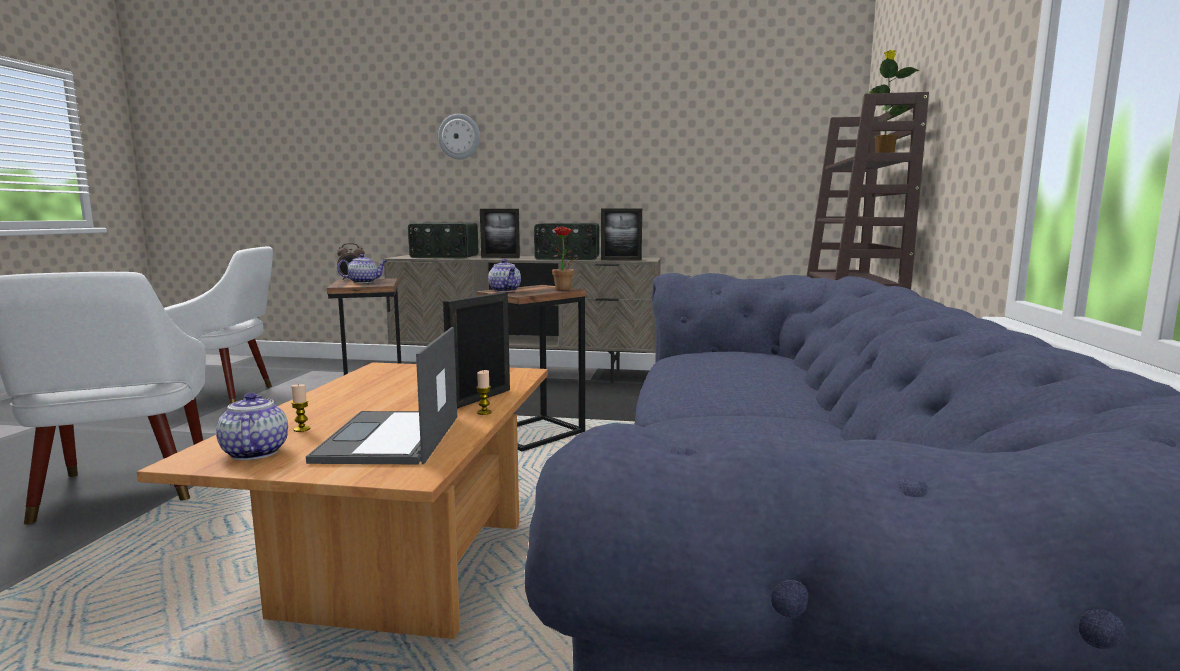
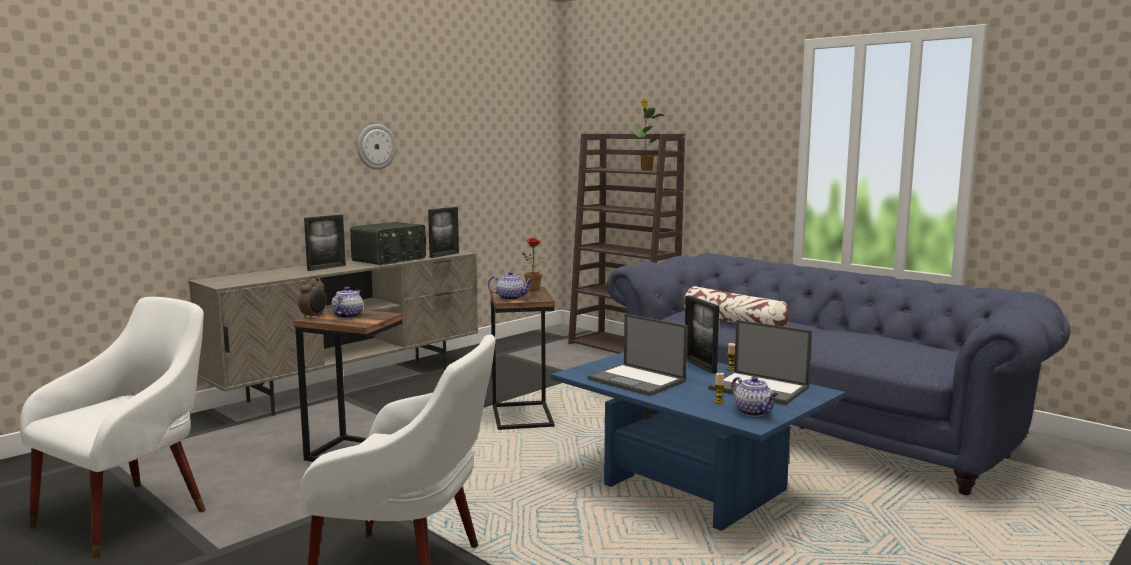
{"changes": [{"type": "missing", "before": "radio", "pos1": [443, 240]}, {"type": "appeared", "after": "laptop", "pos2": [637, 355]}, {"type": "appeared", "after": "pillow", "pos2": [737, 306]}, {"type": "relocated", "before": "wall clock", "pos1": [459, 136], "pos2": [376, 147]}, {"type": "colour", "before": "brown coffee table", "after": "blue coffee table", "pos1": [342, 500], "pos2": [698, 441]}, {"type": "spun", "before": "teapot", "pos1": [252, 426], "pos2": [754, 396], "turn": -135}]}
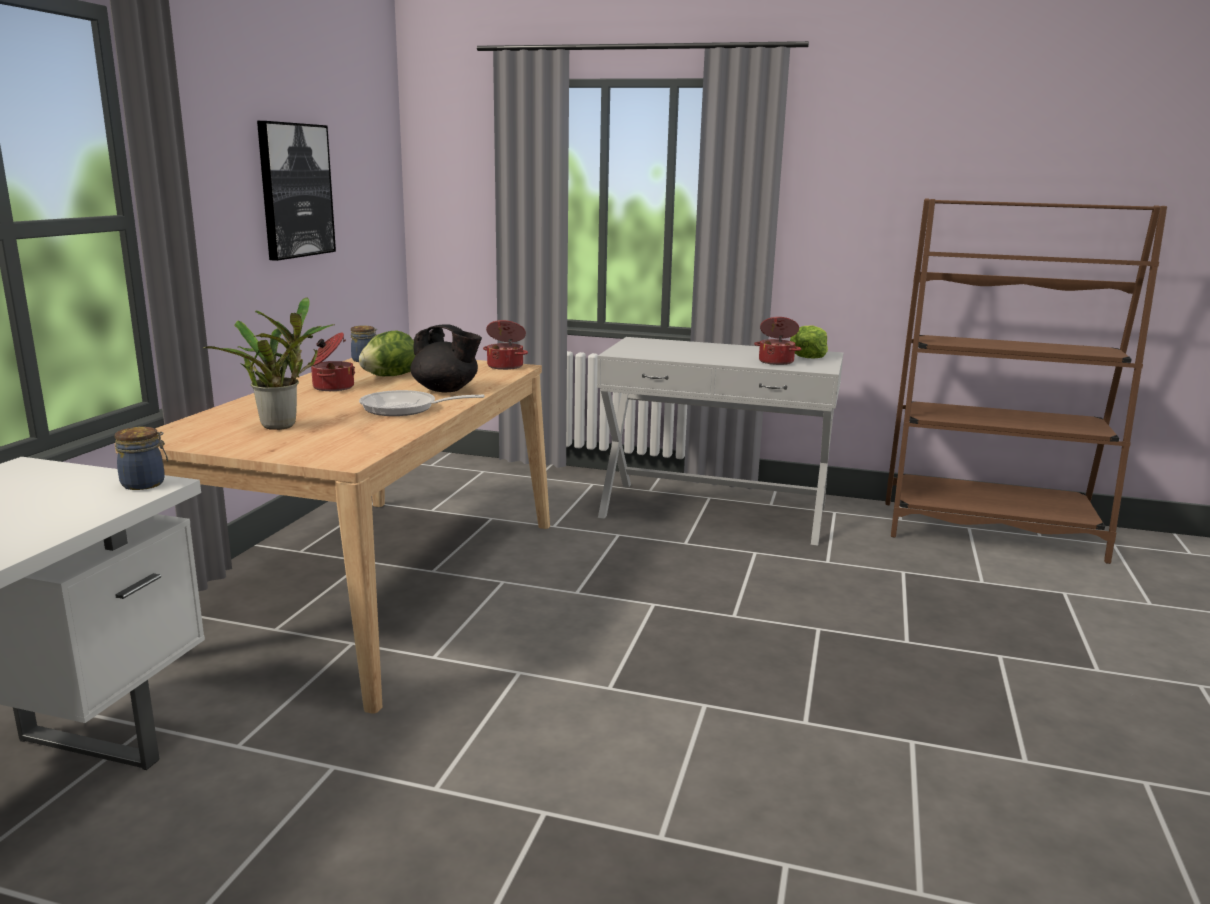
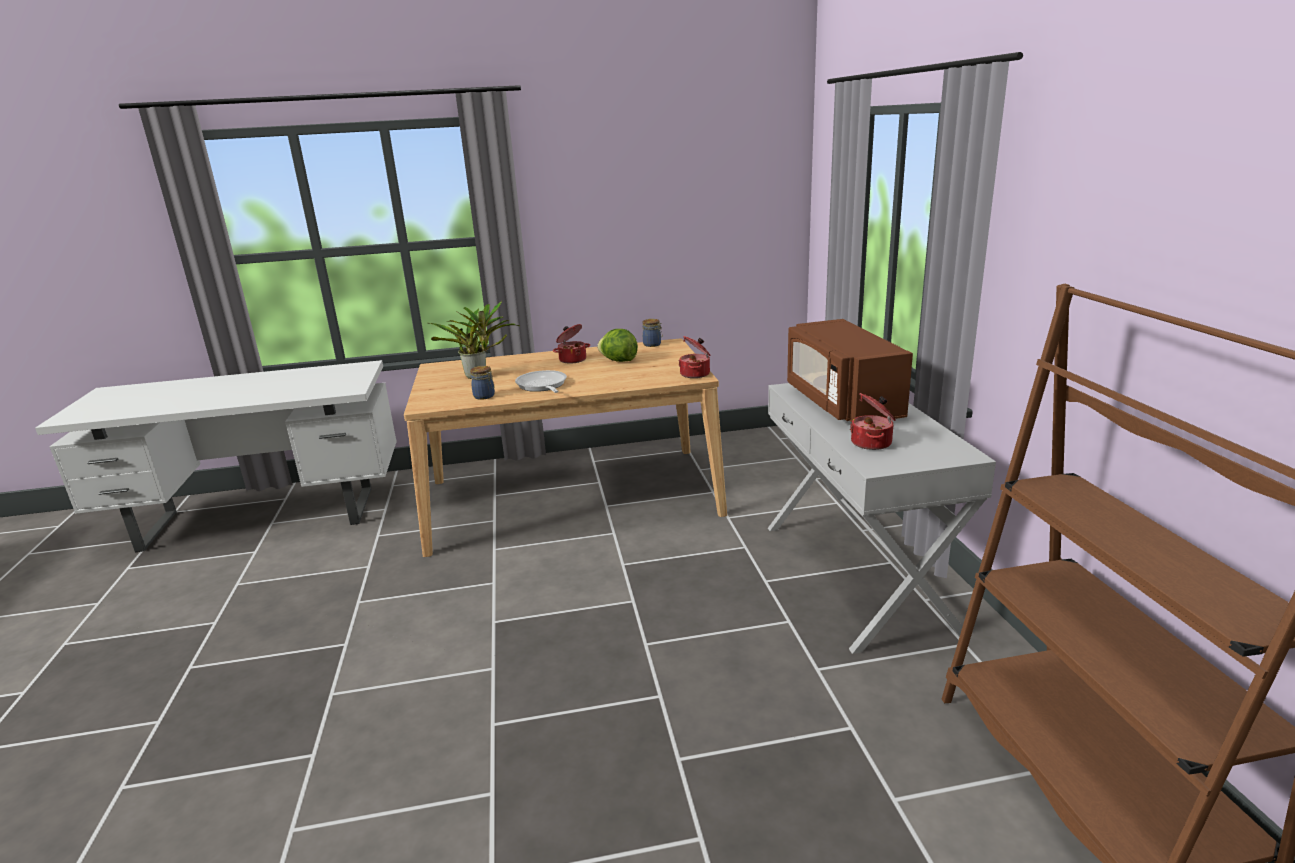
{"changes": [{"type": "missing", "before": "picture", "pos1": [296, 191]}, {"type": "missing", "before": "black teapot", "pos1": [446, 358]}, {"type": "missing", "before": "lettuce", "pos1": [809, 341]}, {"type": "appeared", "after": "brown microwave", "pos2": [850, 370]}, {"type": "relocated", "before": "jar", "pos1": [141, 458], "pos2": [482, 383]}]}
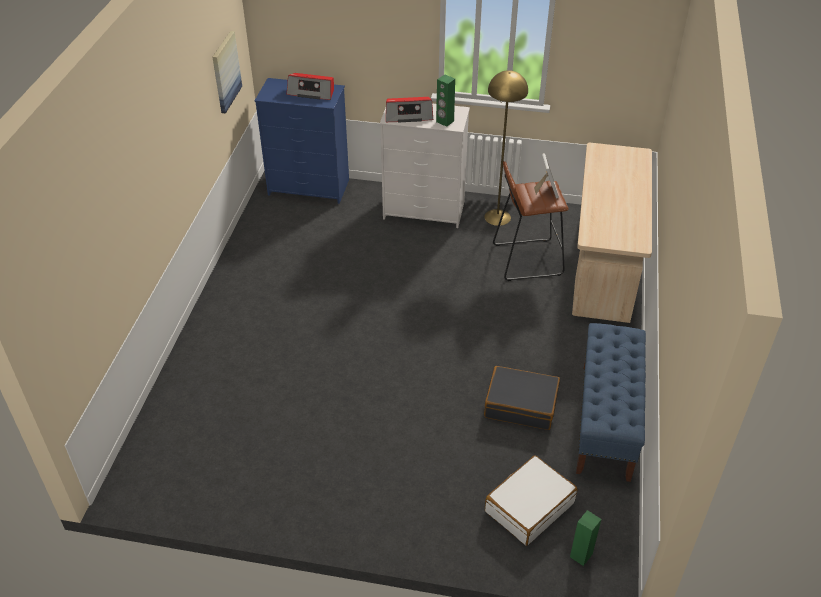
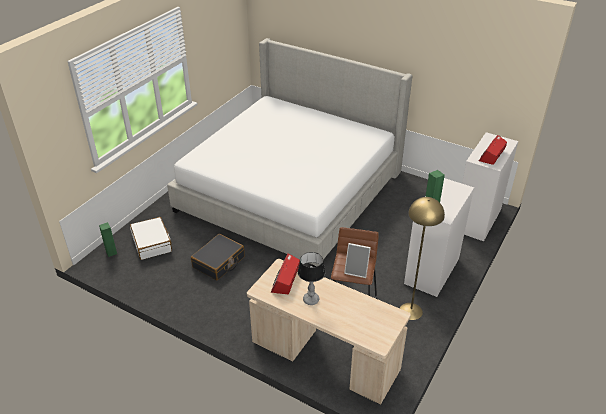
{"changes": [{"type": "missing", "before": "picture", "pos1": [227, 72]}, {"type": "missing", "before": "blue bench", "pos1": [611, 402]}, {"type": "appeared", "after": "bed", "pos2": [290, 152]}, {"type": "appeared", "after": "table lamp", "pos2": [311, 278]}, {"type": "relocated", "before": "radio", "pos1": [409, 110], "pos2": [285, 273]}, {"type": "colour", "before": "blue dresser", "after": "white dresser", "pos1": [301, 141], "pos2": [490, 186]}]}
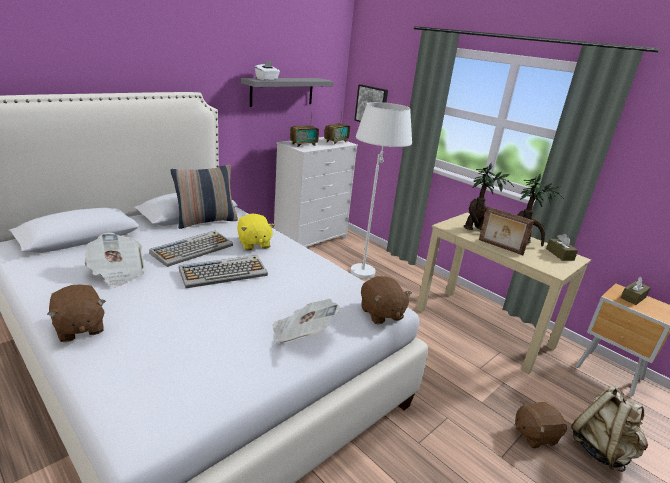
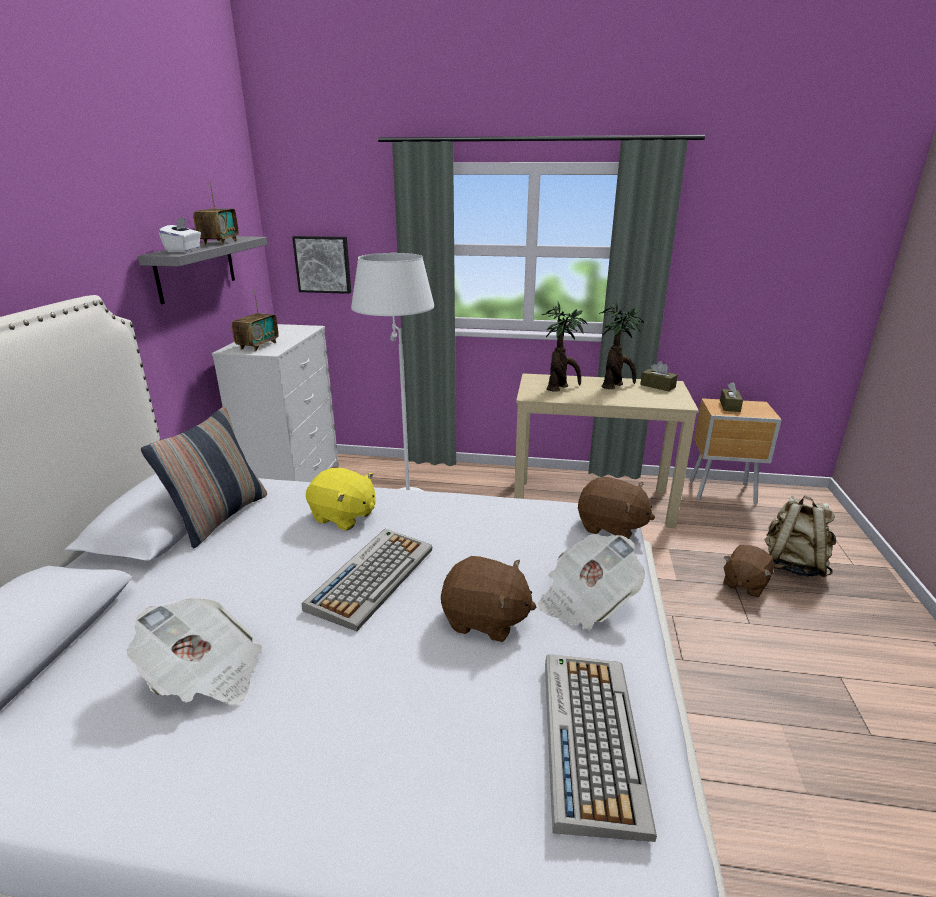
{"changes": [{"type": "missing", "before": "picture frame", "pos1": [506, 230]}, {"type": "relocated", "before": "brown plush toy", "pos1": [76, 313], "pos2": [488, 599]}, {"type": "relocated", "before": "keyboard", "pos1": [191, 249], "pos2": [601, 748]}, {"type": "relocated", "before": "radio", "pos1": [337, 128], "pos2": [216, 213]}]}
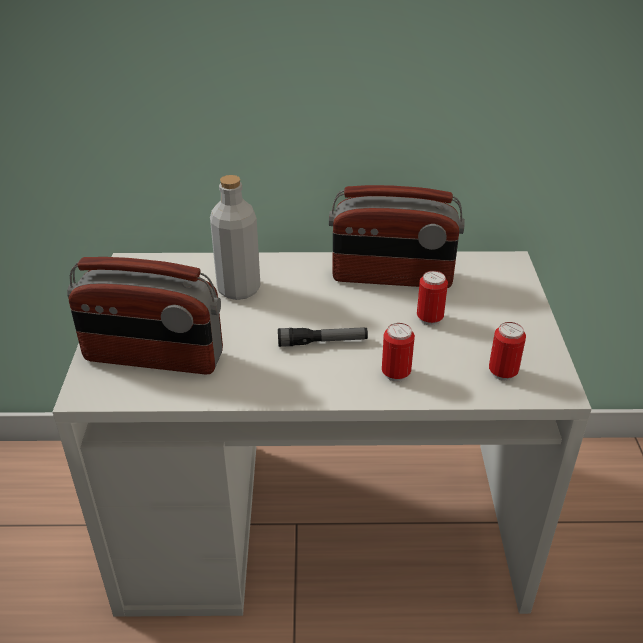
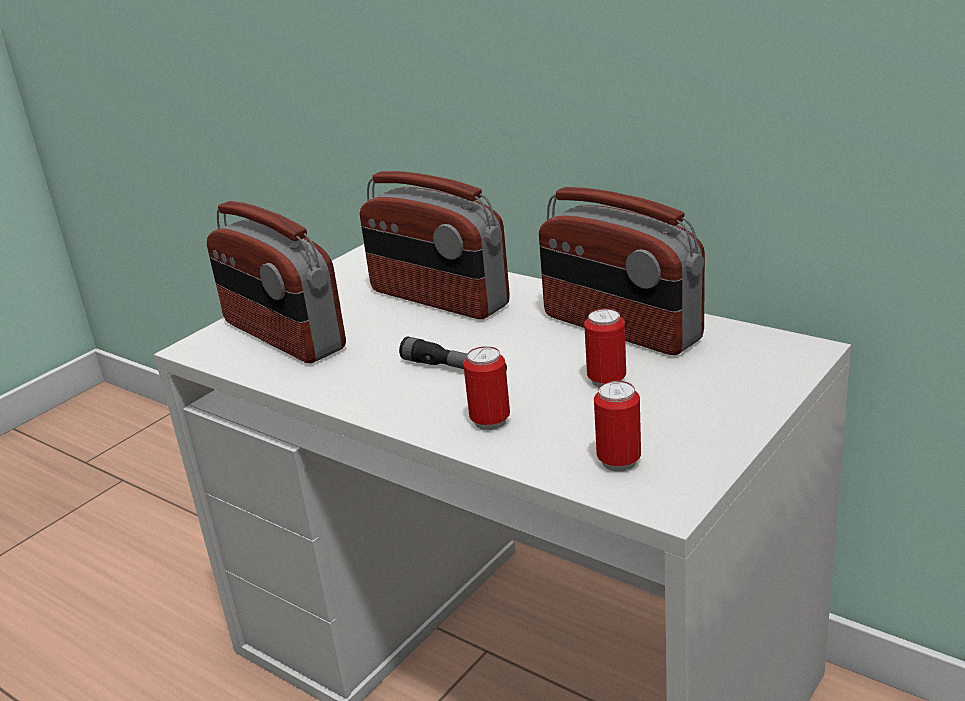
{"changes": [{"type": "exchanged", "before": "grey bottle", "after": "radio", "pos1": [235, 237], "pos2": [435, 245]}]}
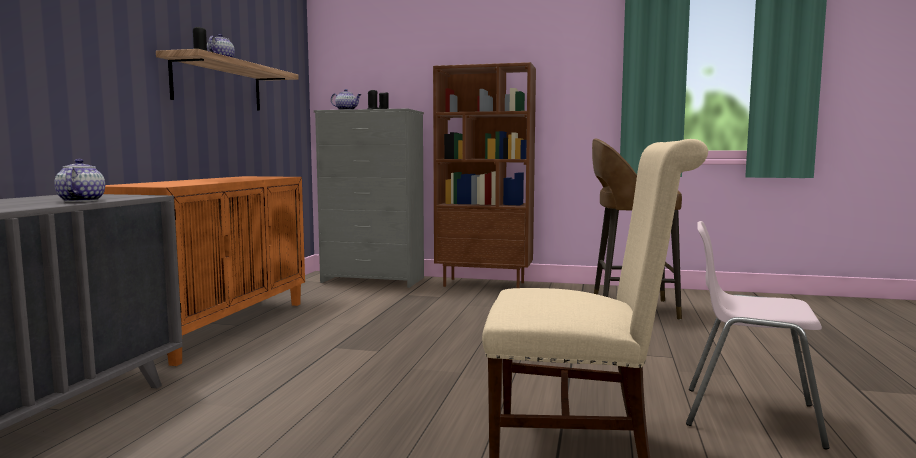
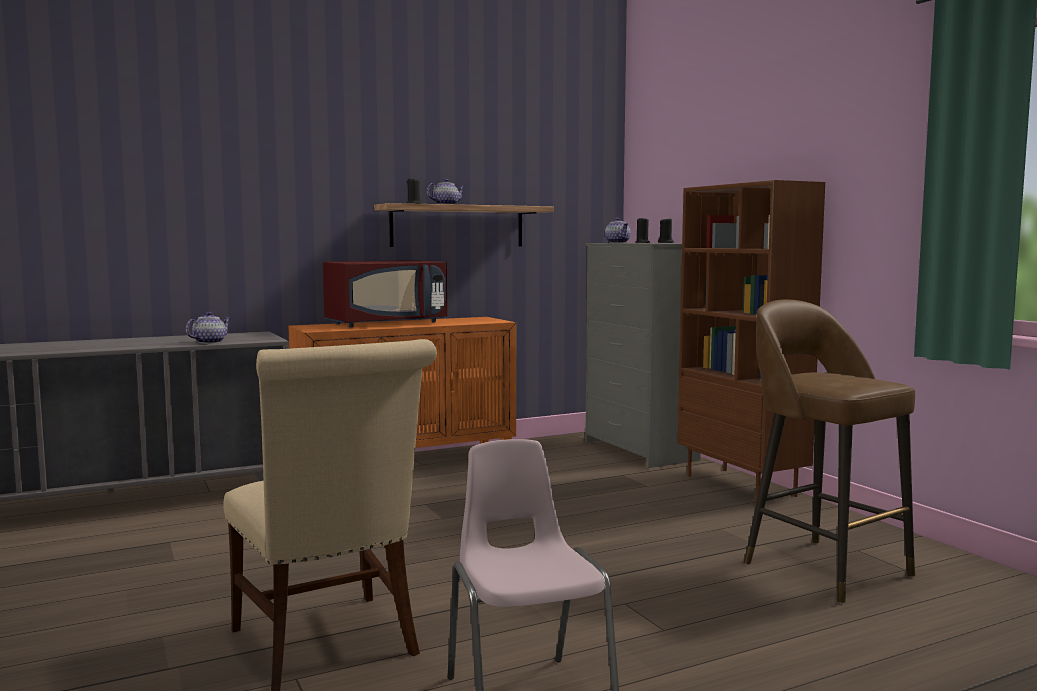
{"changes": [{"type": "appeared", "after": "red microwave", "pos2": [385, 294]}]}
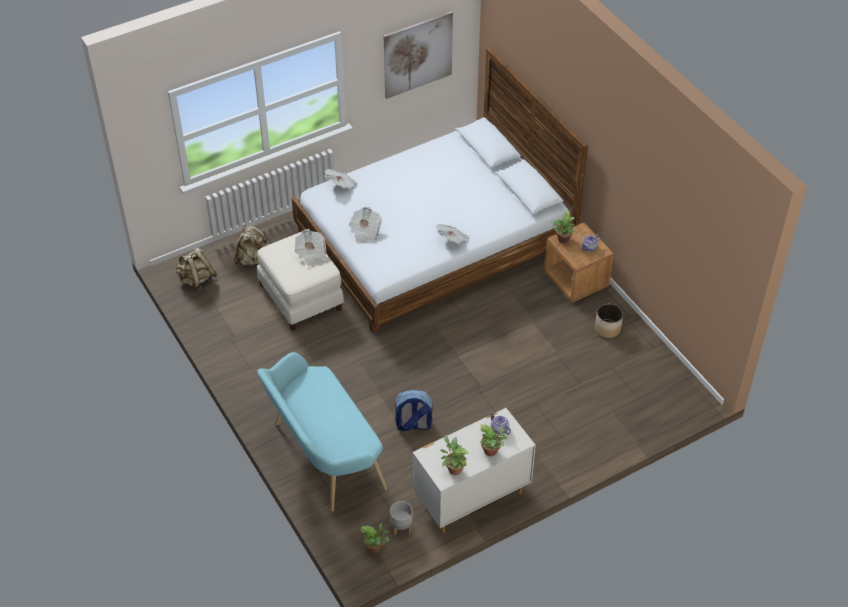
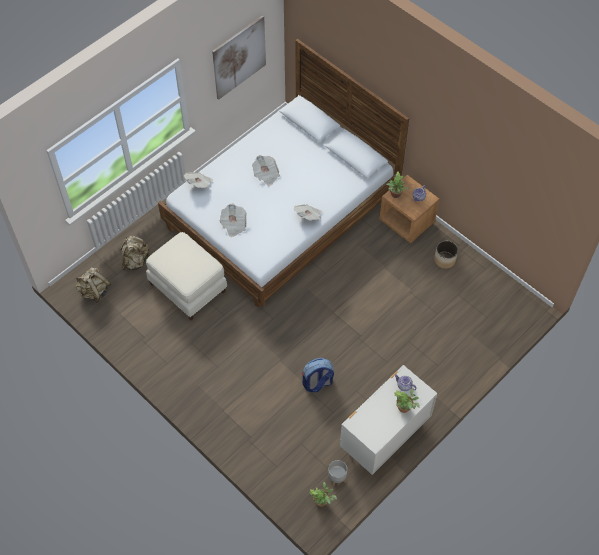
{"changes": [{"type": "missing", "before": "turquoise bench", "pos1": [322, 432]}, {"type": "missing", "before": "potted plant", "pos1": [454, 455]}, {"type": "relocated", "before": "newspaper", "pos1": [311, 248], "pos2": [266, 170]}]}
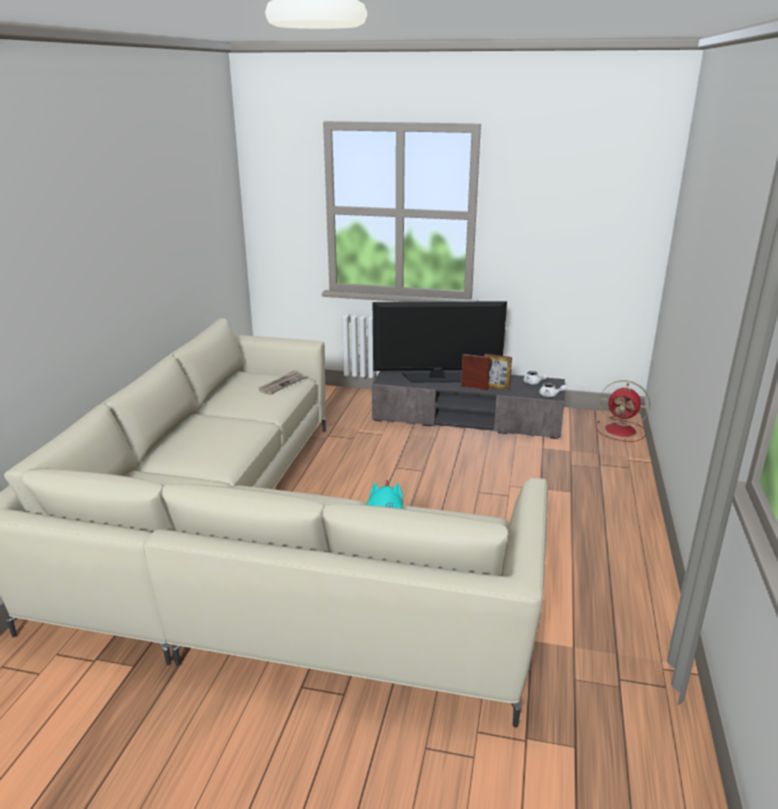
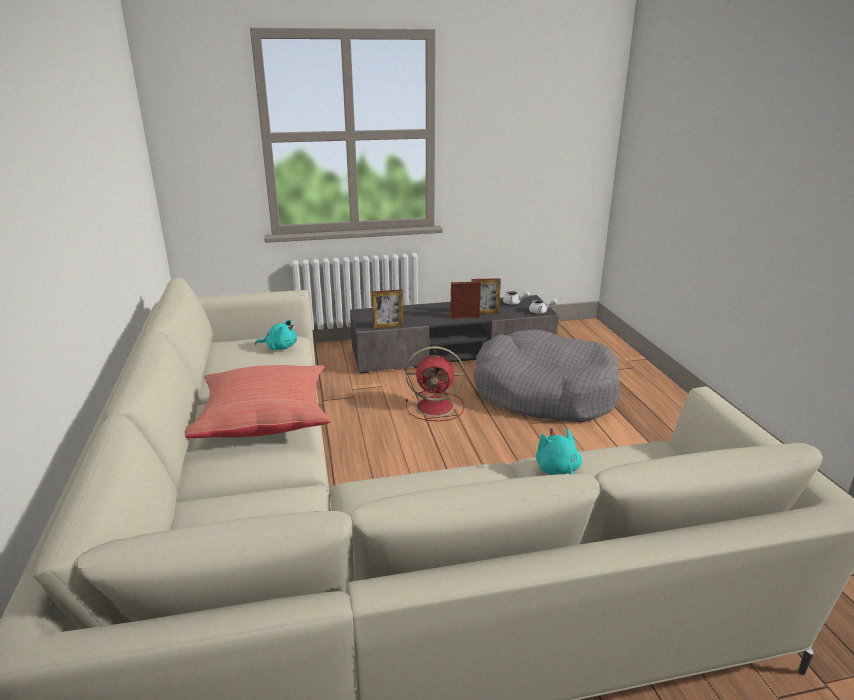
{"changes": [{"type": "missing", "before": "television", "pos1": [440, 342]}, {"type": "appeared", "after": "red pillow", "pos2": [258, 401]}, {"type": "appeared", "after": "picture frame", "pos2": [387, 309]}, {"type": "appeared", "after": "grey dog bed", "pos2": [547, 376]}, {"type": "relocated", "before": "red fan", "pos1": [623, 411], "pos2": [435, 384]}, {"type": "exchanged", "before": "newspaper", "after": "turquoise plush toy", "pos1": [281, 382], "pos2": [276, 335]}]}
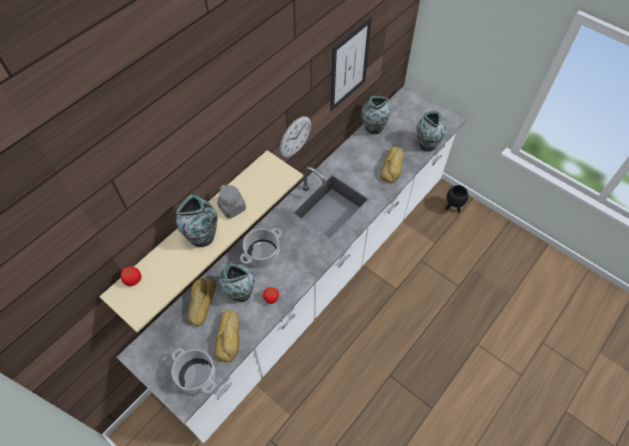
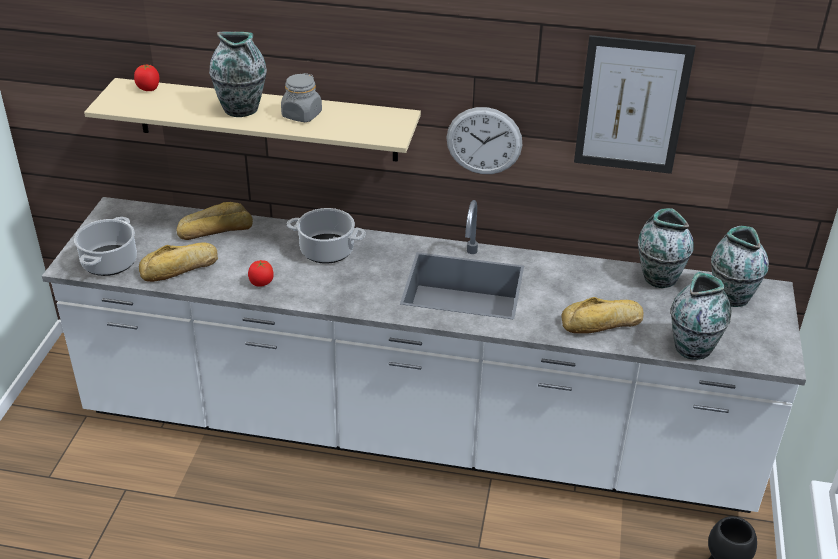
{"changes": [{"type": "relocated", "before": "vase", "pos1": [237, 282], "pos2": [740, 266]}]}
